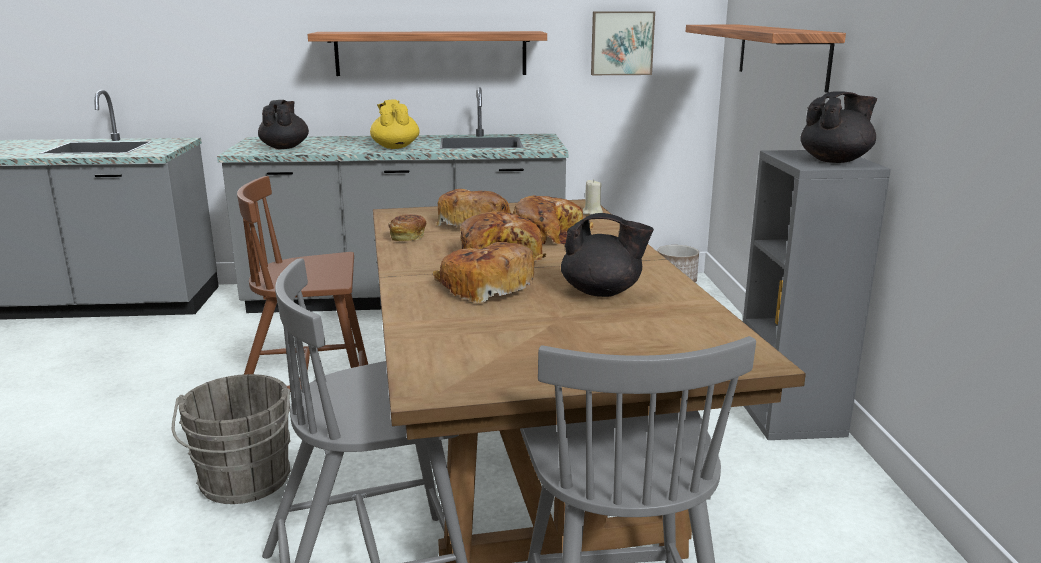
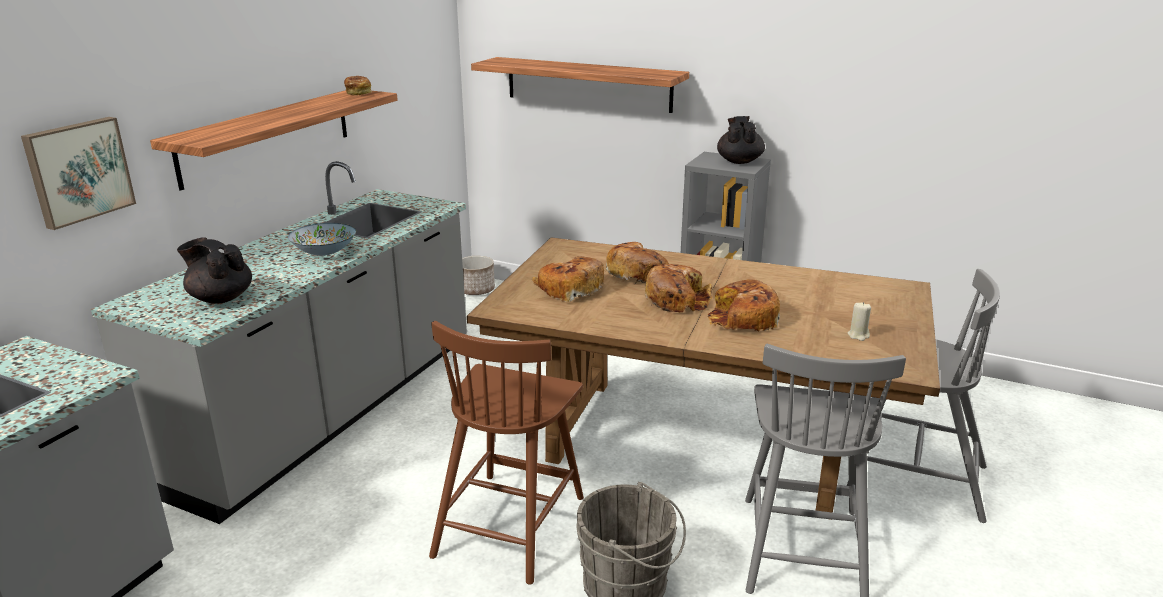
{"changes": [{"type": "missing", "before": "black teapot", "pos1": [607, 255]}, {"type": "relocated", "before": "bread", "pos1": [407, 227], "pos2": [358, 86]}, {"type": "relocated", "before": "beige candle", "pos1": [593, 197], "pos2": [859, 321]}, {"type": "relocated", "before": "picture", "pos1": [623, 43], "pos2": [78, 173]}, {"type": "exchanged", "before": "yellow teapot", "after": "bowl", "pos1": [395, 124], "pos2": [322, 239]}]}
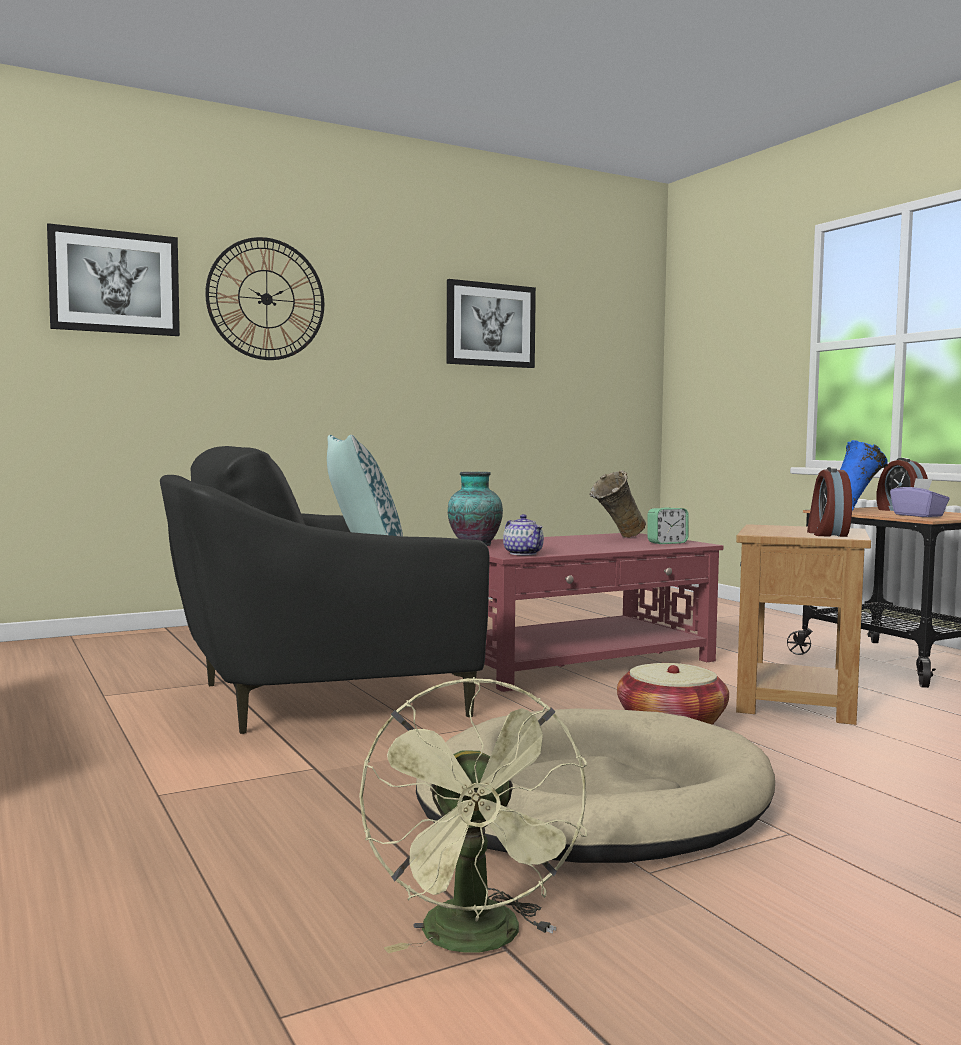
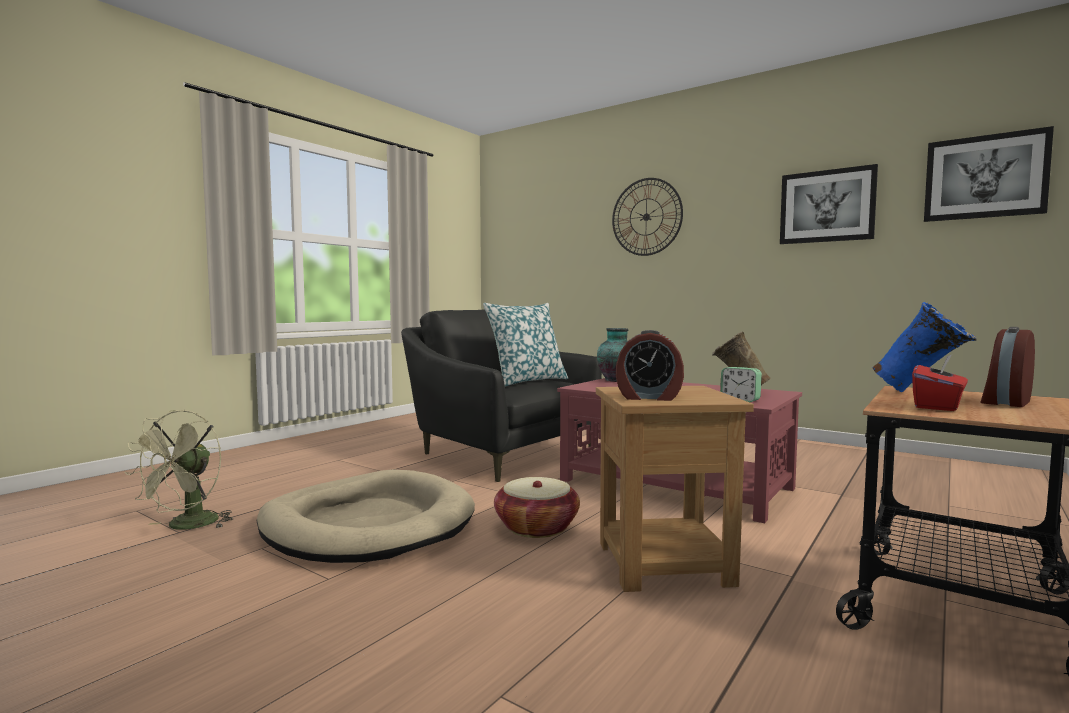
{"changes": [{"type": "missing", "before": "teapot", "pos1": [523, 534]}, {"type": "relocated", "before": "picture", "pos1": [113, 279], "pos2": [989, 174]}, {"type": "colour", "before": "purple tissue box", "after": "red tissue box", "pos1": [920, 497], "pos2": [940, 383]}, {"type": "spun", "before": "green fan", "pos1": [473, 815], "pos2": [178, 469], "turn": -45}, {"type": "spun", "before": "alarm clock", "pos1": [829, 502], "pos2": [650, 365], "turn": -150}]}
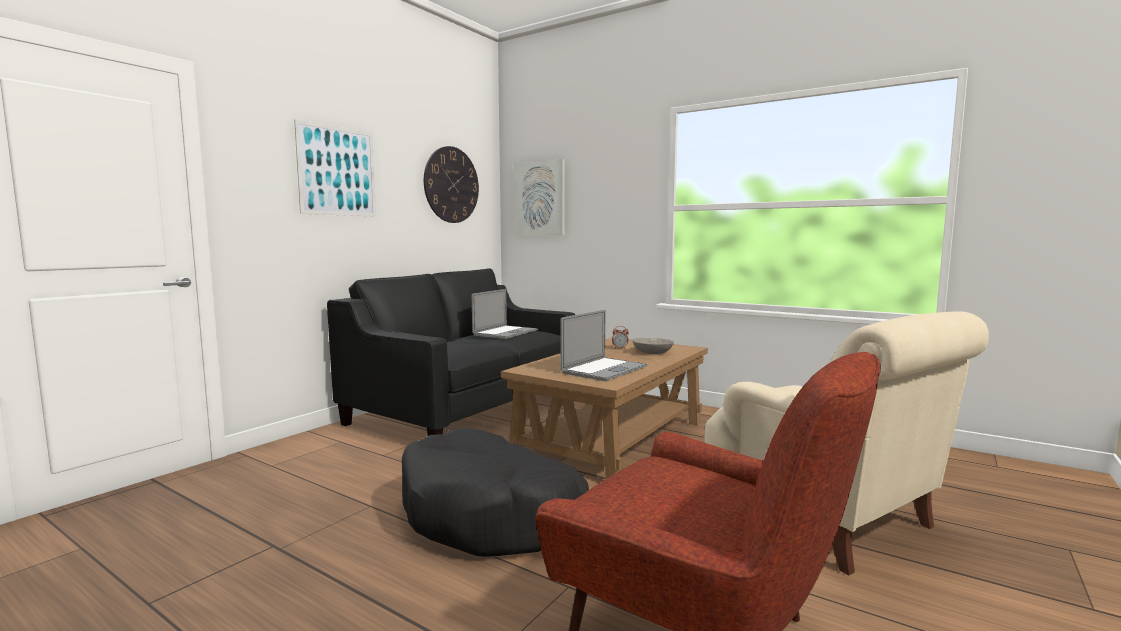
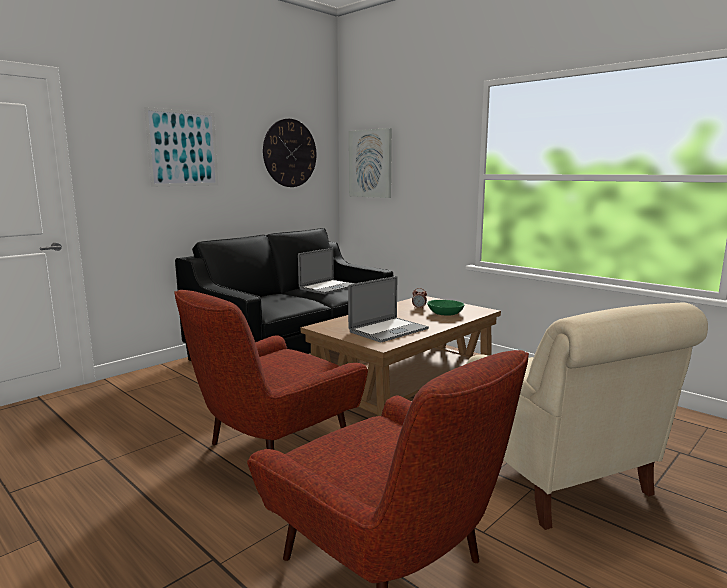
{"changes": [{"type": "exchanged", "before": "black dog bed", "after": "red armchair", "pos1": [495, 492], "pos2": [271, 370]}, {"type": "colour", "before": "grey bowl", "after": "green bowl", "pos1": [653, 346], "pos2": [446, 308]}]}
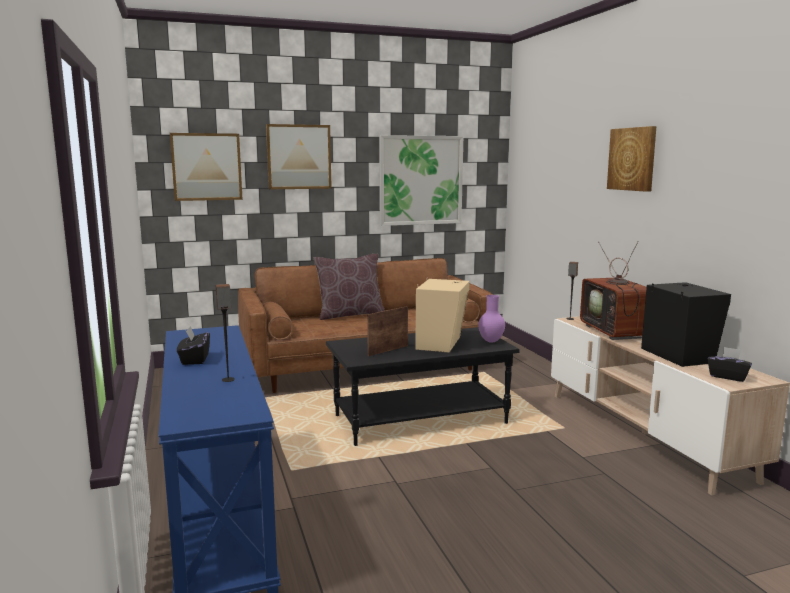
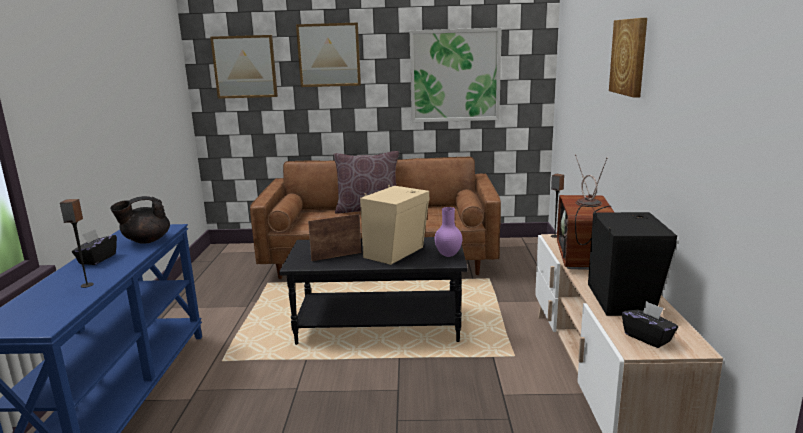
{"changes": [{"type": "appeared", "after": "black teapot", "pos2": [140, 220]}]}
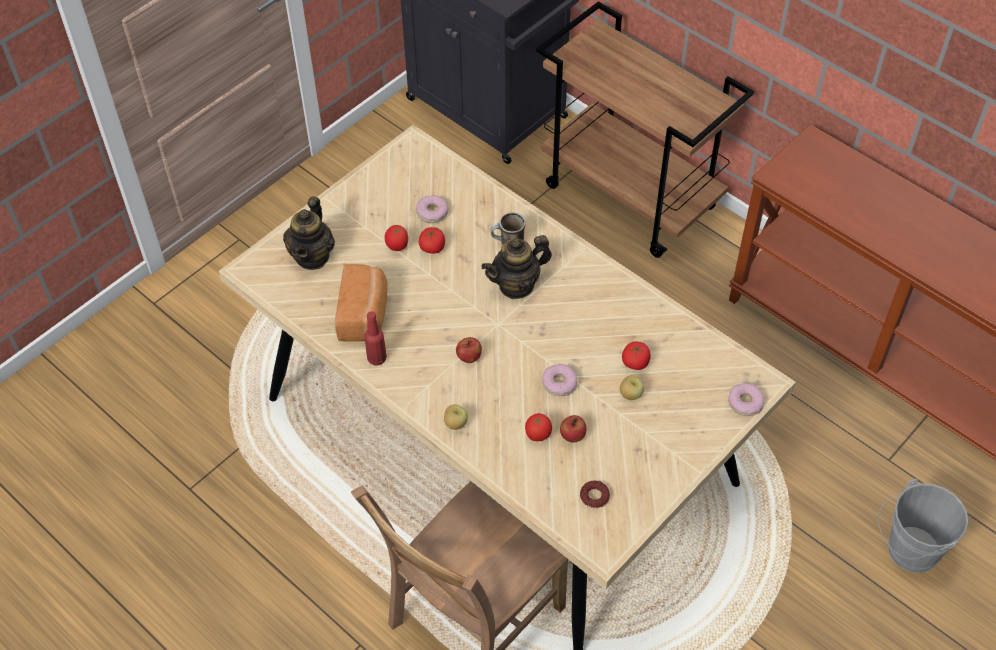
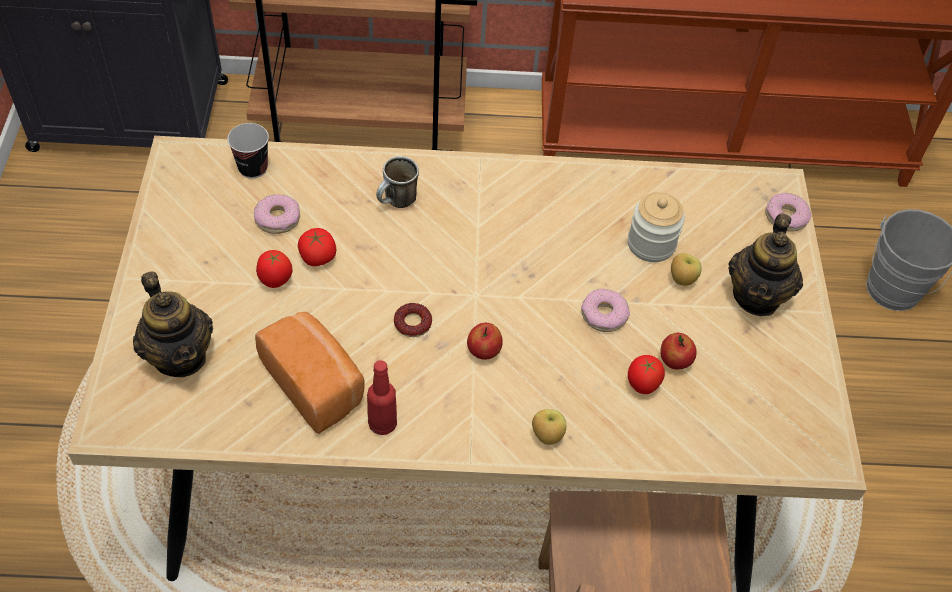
{"changes": [{"type": "appeared", "after": "cup", "pos2": [248, 151]}, {"type": "relocated", "before": "teapot", "pos1": [517, 267], "pos2": [765, 264]}, {"type": "relocated", "before": "donut", "pos1": [595, 494], "pos2": [413, 320]}, {"type": "exchanged", "before": "tomato", "after": "jar", "pos1": [636, 356], "pos2": [656, 227]}]}
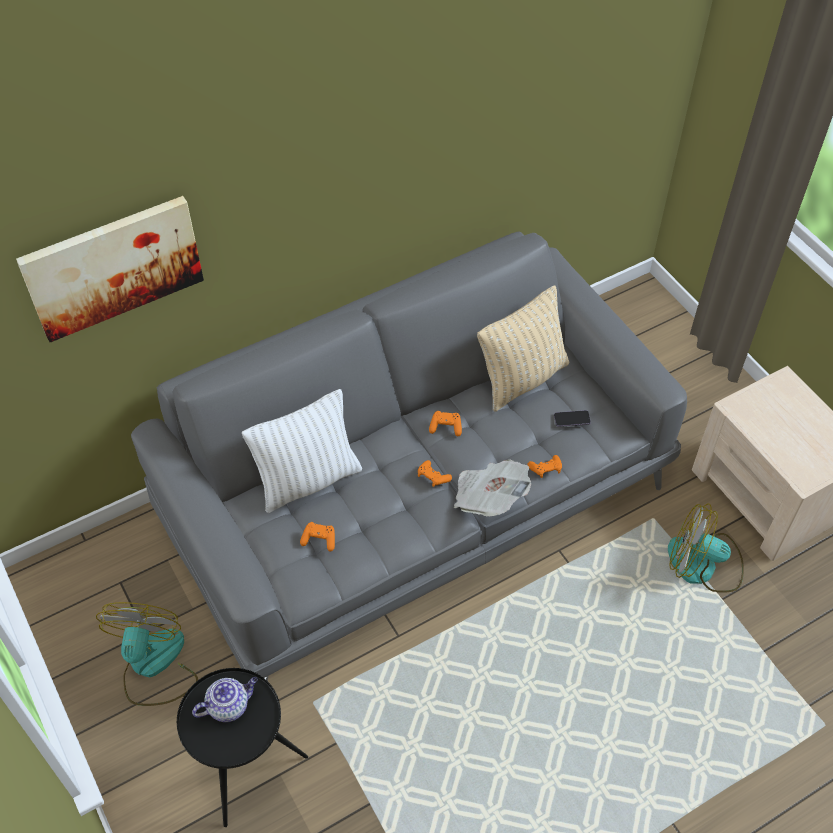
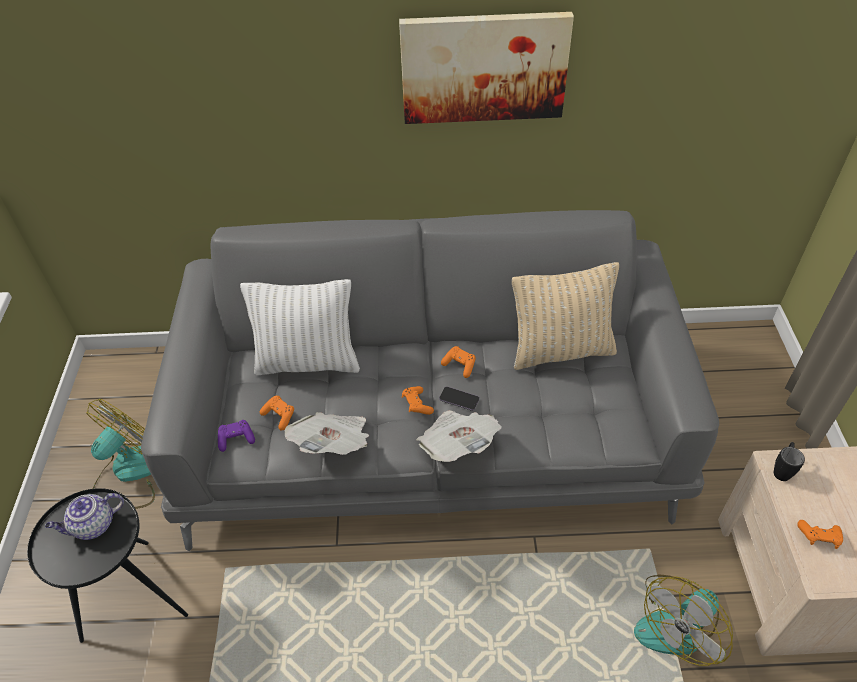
{"changes": [{"type": "appeared", "after": "purple game controller", "pos2": [236, 436]}, {"type": "appeared", "after": "newspaper", "pos2": [327, 433]}, {"type": "appeared", "after": "black mug", "pos2": [789, 461]}, {"type": "relocated", "before": "picture", "pos1": [110, 269], "pos2": [486, 68]}, {"type": "relocated", "before": "orange game controller", "pos1": [544, 466], "pos2": [820, 534]}, {"type": "relocated", "before": "phone", "pos1": [572, 418], "pos2": [459, 399]}, {"type": "spun", "before": "teapot", "pos1": [225, 699], "pos2": [84, 516], "turn": 150}, {"type": "spun", "before": "fan", "pos1": [706, 548], "pos2": [683, 620], "turn": -90}]}
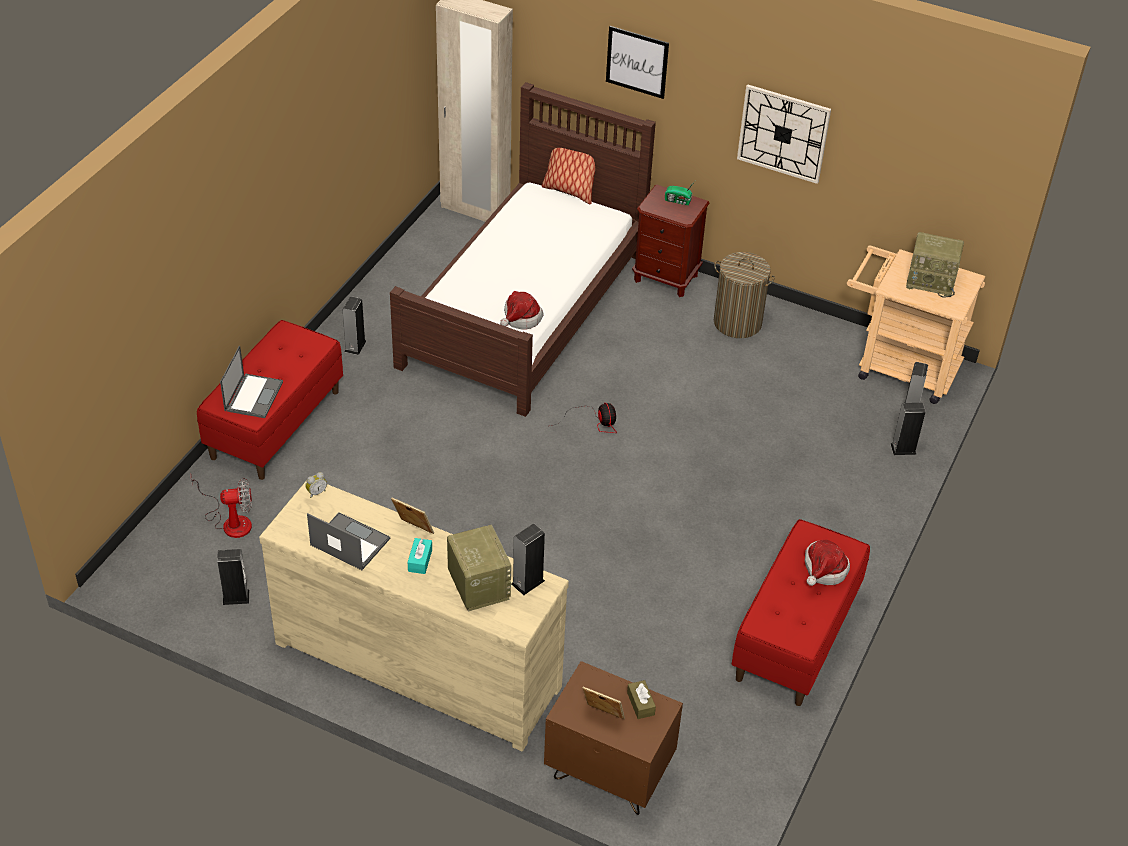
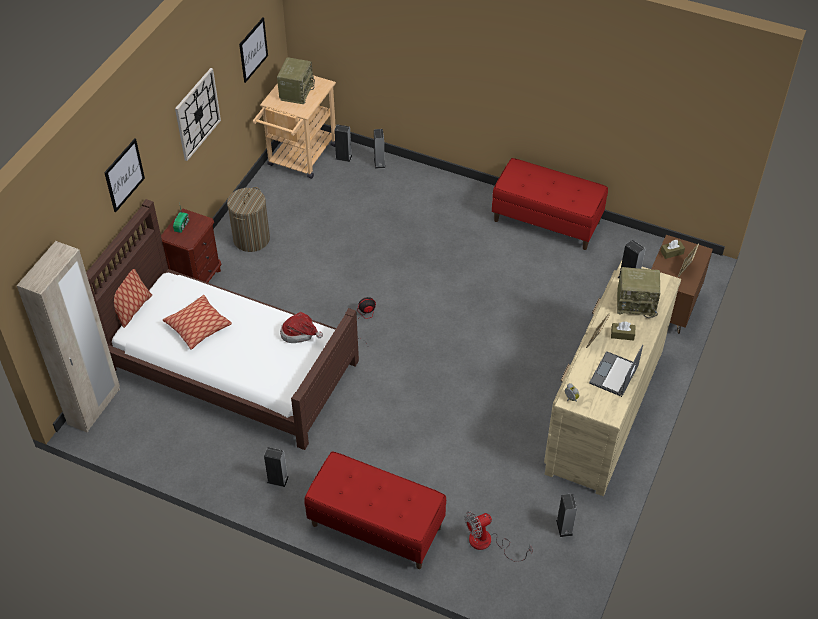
{"changes": [{"type": "missing", "before": "laptop", "pos1": [251, 382]}, {"type": "missing", "before": "hat", "pos1": [827, 563]}, {"type": "appeared", "after": "pillow", "pos2": [197, 322]}, {"type": "appeared", "after": "picture", "pos2": [253, 50]}, {"type": "colour", "before": "turquoise tissue box", "after": "brown tissue box", "pos1": [420, 556], "pos2": [623, 331]}, {"type": "spun", "before": "fan", "pos1": [221, 507], "pos2": [499, 536], "turn": -105}, {"type": "spun", "before": "radio", "pos1": [479, 568], "pos2": [638, 292], "turn": -150}]}
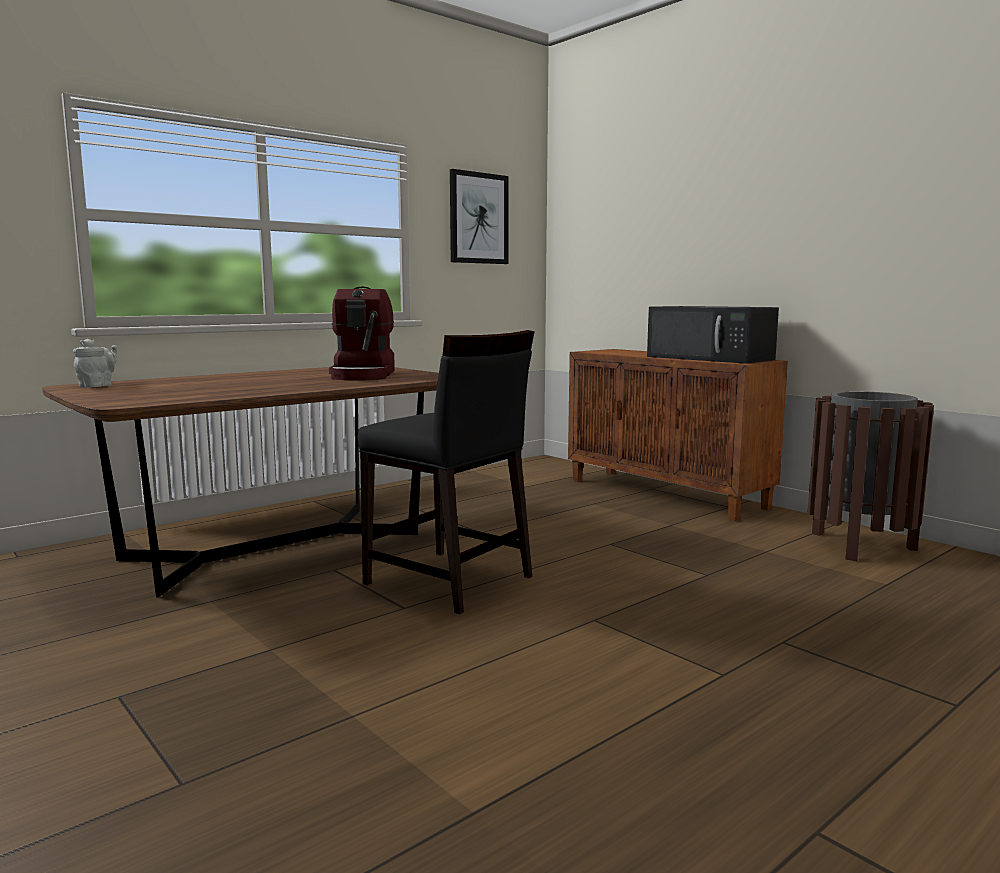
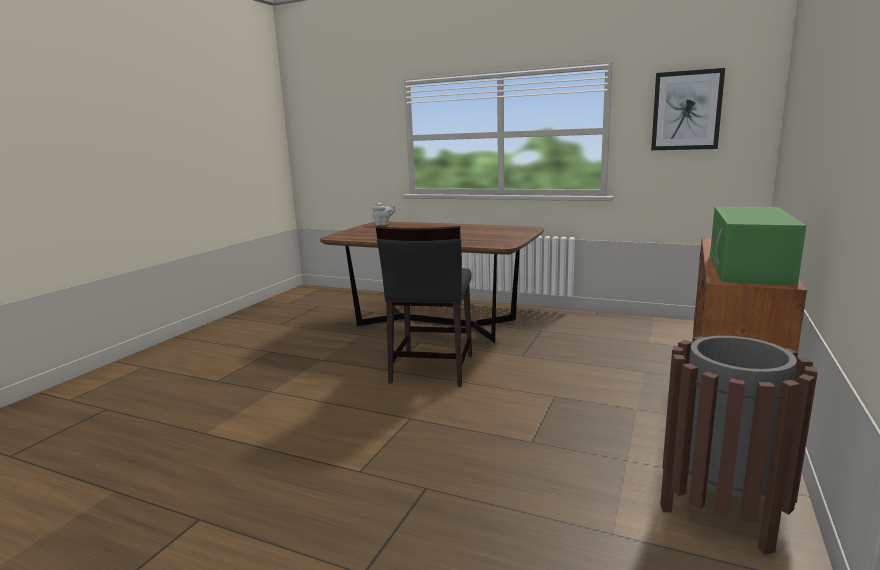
{"changes": [{"type": "missing", "before": "coffee machine", "pos1": [362, 334]}, {"type": "colour", "before": "black microwave", "after": "green microwave", "pos1": [713, 335], "pos2": [758, 246]}]}
